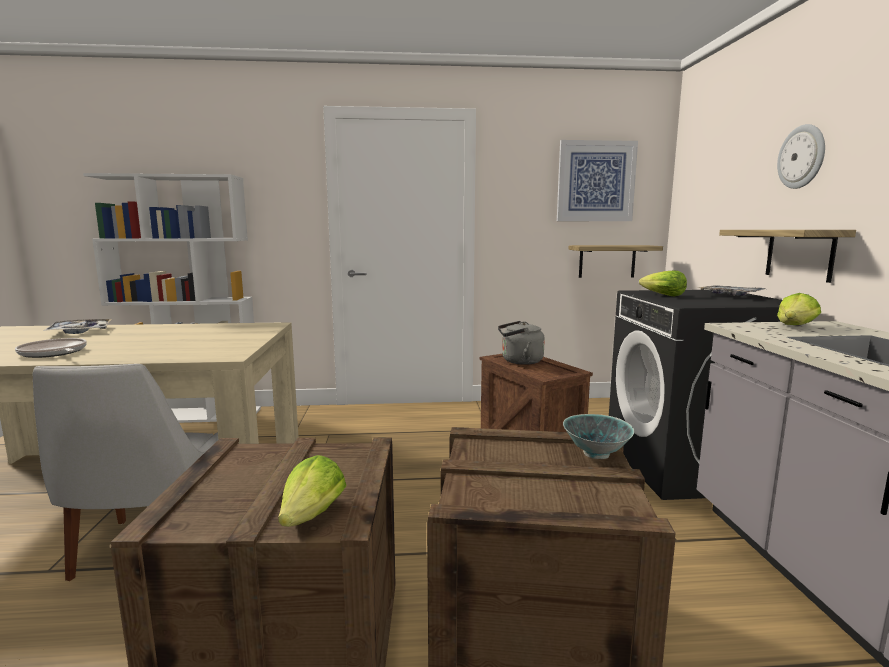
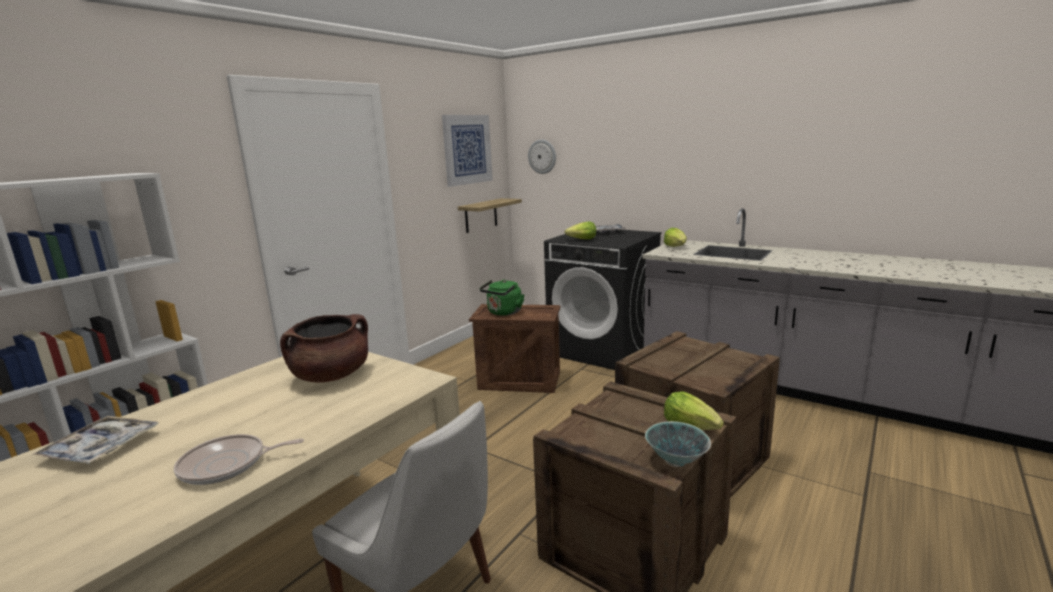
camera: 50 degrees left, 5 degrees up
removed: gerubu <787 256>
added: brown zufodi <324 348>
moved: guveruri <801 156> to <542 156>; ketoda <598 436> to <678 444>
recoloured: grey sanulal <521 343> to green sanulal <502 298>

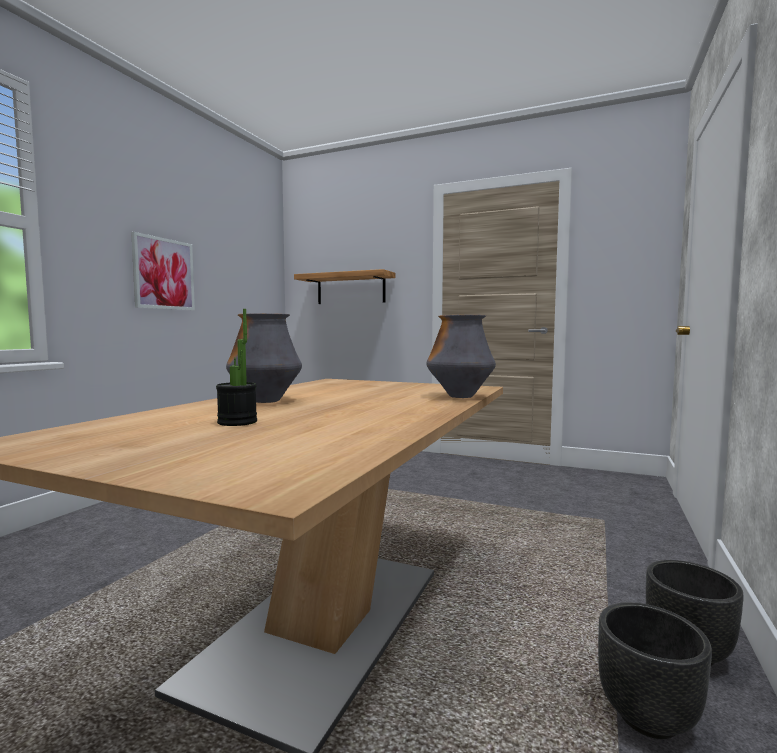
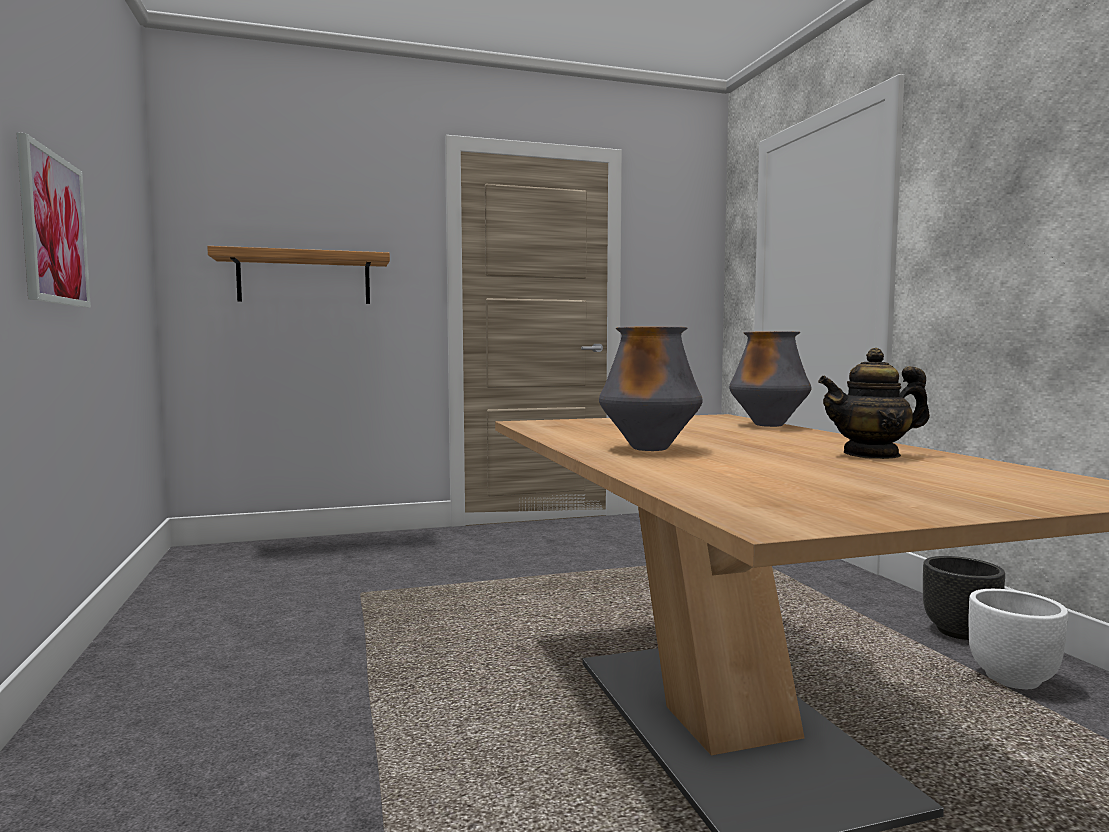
camera: 40 degrees left, 0 degrees up
removed: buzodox <236 367>
added: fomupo <874 403>
recoloured: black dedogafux <655 670> to white dedogafux <1018 639>

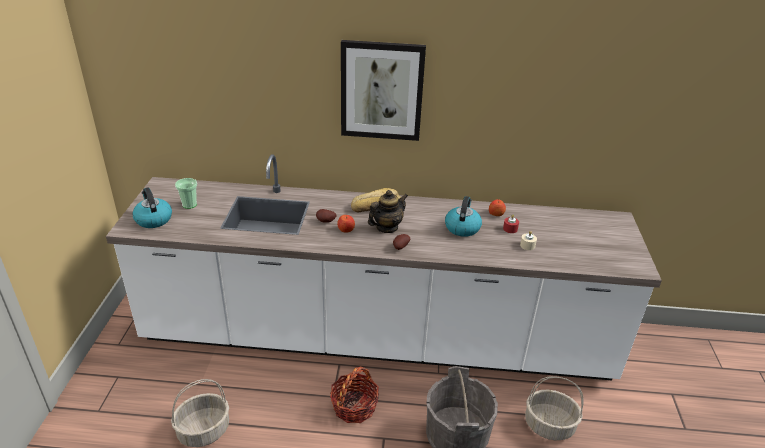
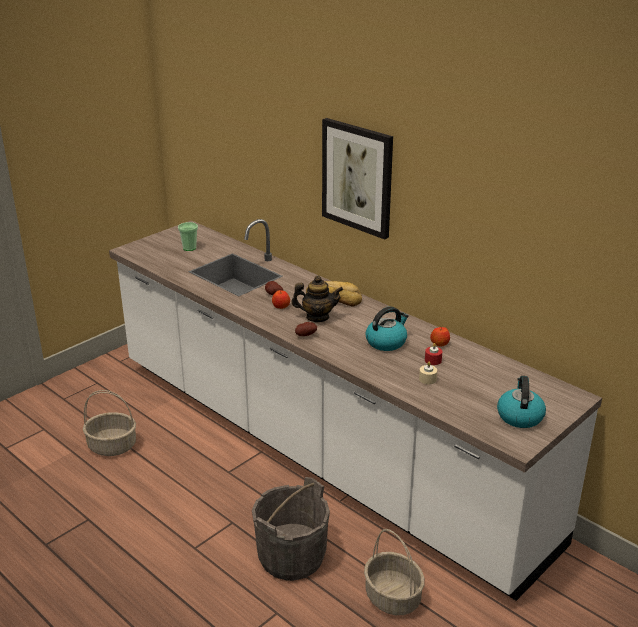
camera: 40 degrees right, 5 degrees down
removed: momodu <354 395>
moved: sanulal <152 207> to <521 402>

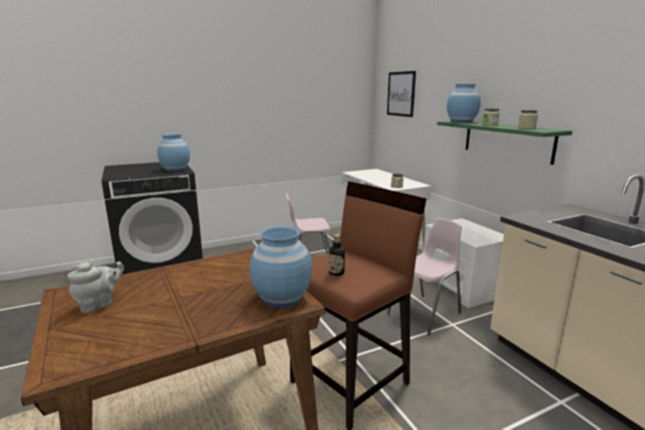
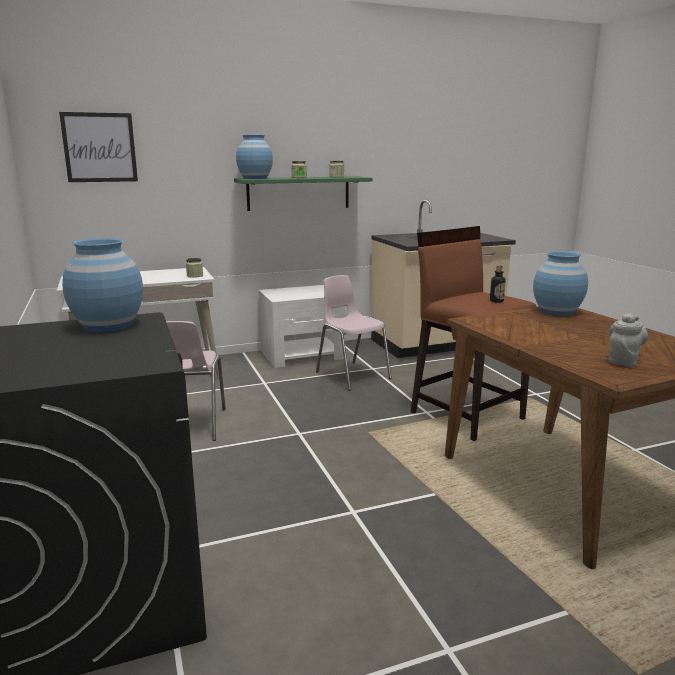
camera: 85 degrees left, 0 degrees up
turned: grey fomupo <96 287> = <628 340> 75 degrees clockwise

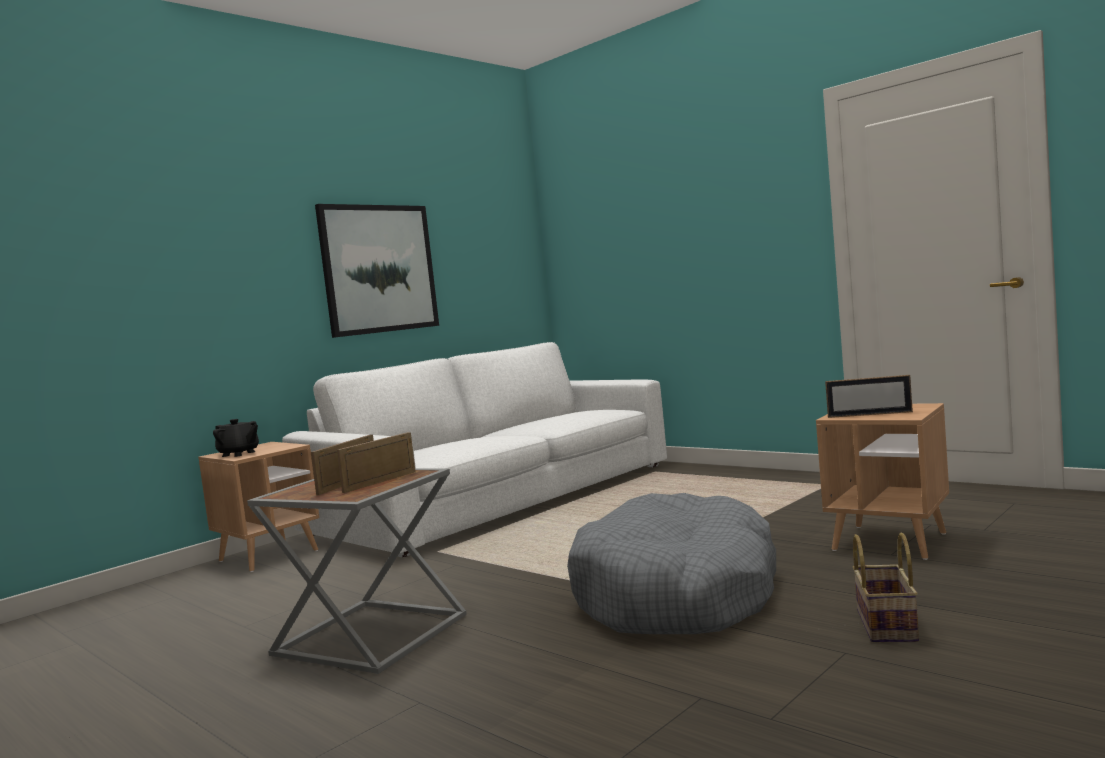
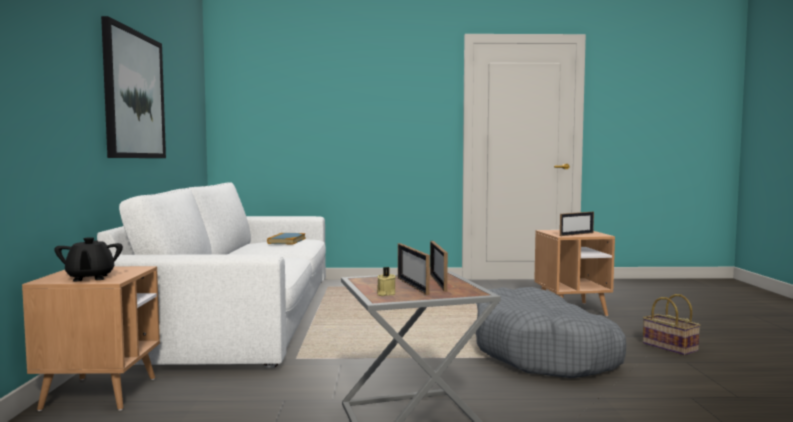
camera: 45 degrees left, 0 degrees up
added: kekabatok <286 238>; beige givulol <386 281>
turned: black fomupo <236 438> = <88 259> 90 degrees clockwise

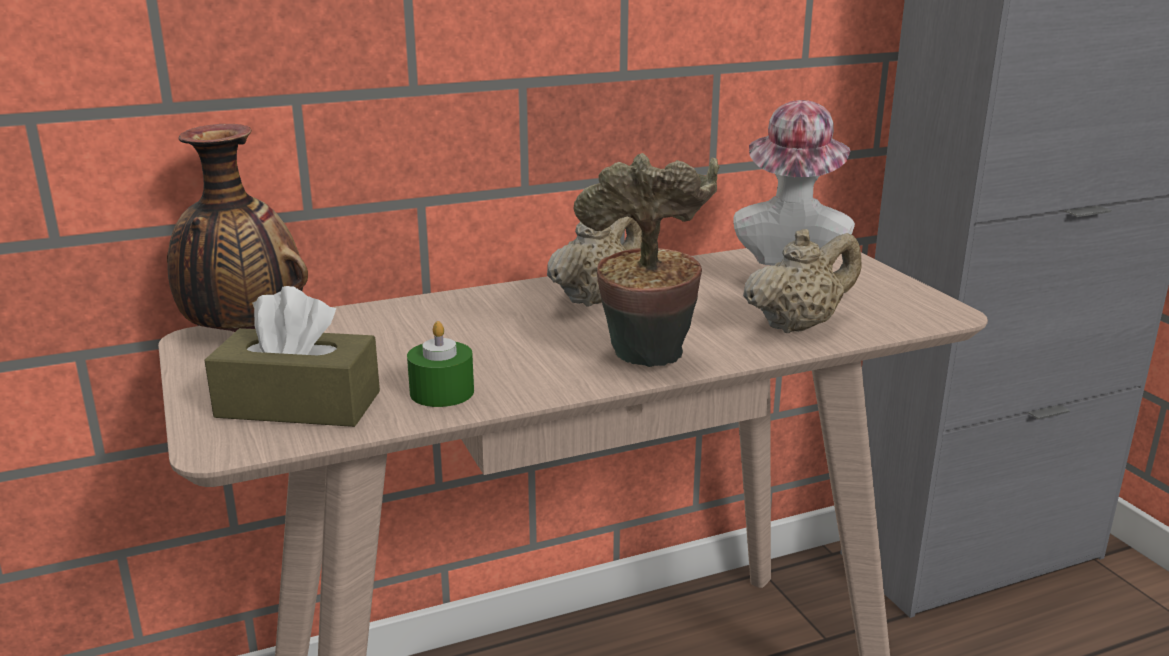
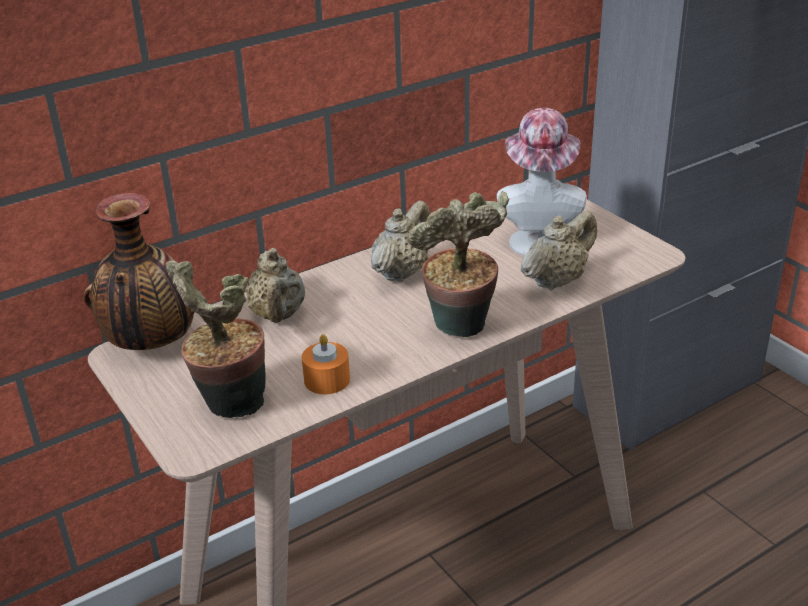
camera: 10 degrees left, 10 degrees up
added: beige fomupo <275 285>
replaced: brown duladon <292 356> to buzodox <216 339>
recoloured: green givulol <440 364> to orange givulol <326 364>

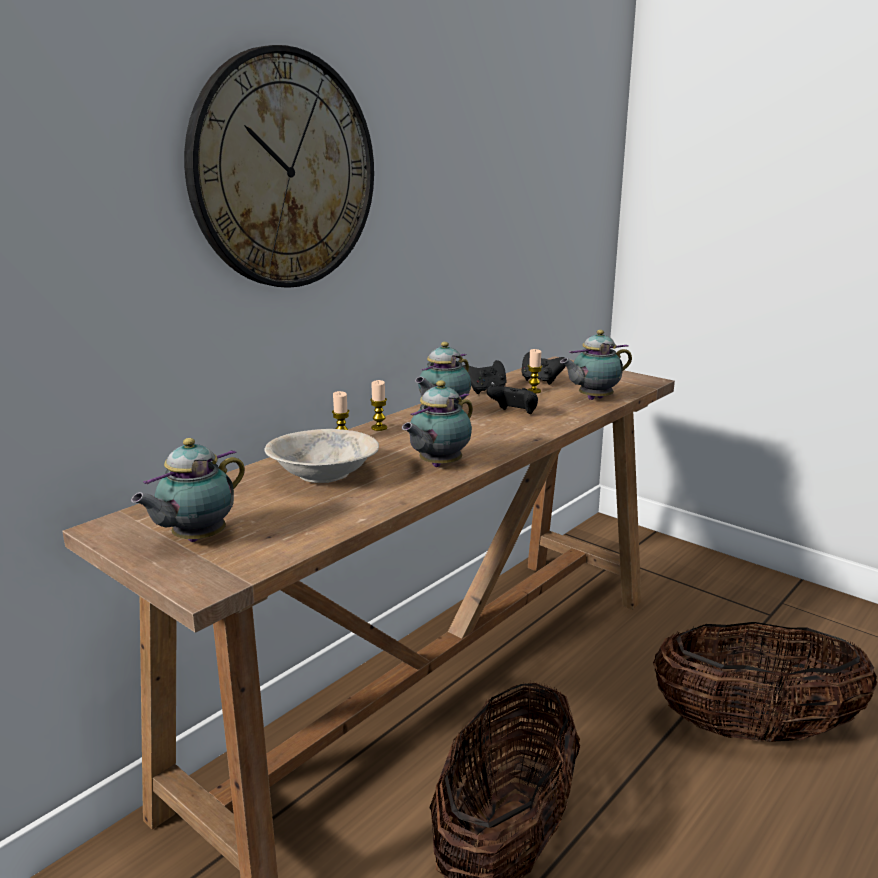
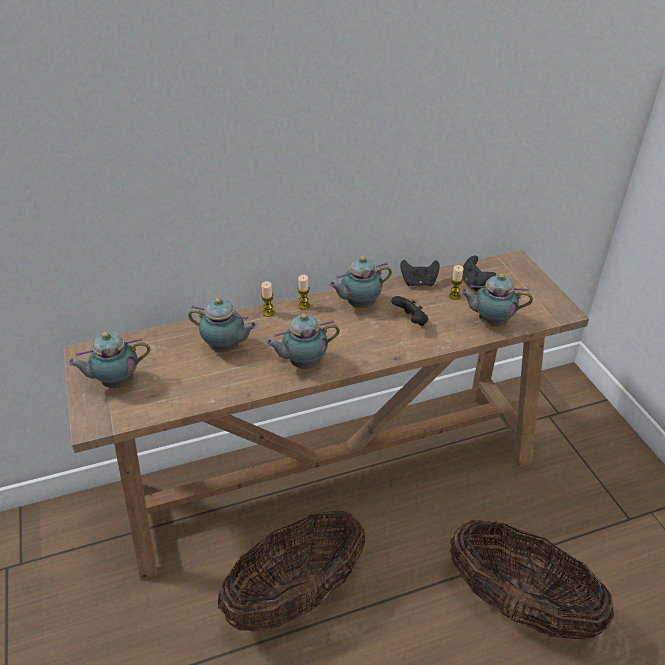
camera: 30 degrees right, 20 degrees up
removed: guveruri <279 166>
replaced: beige ketoda <322 456> to fomupo <222 325>

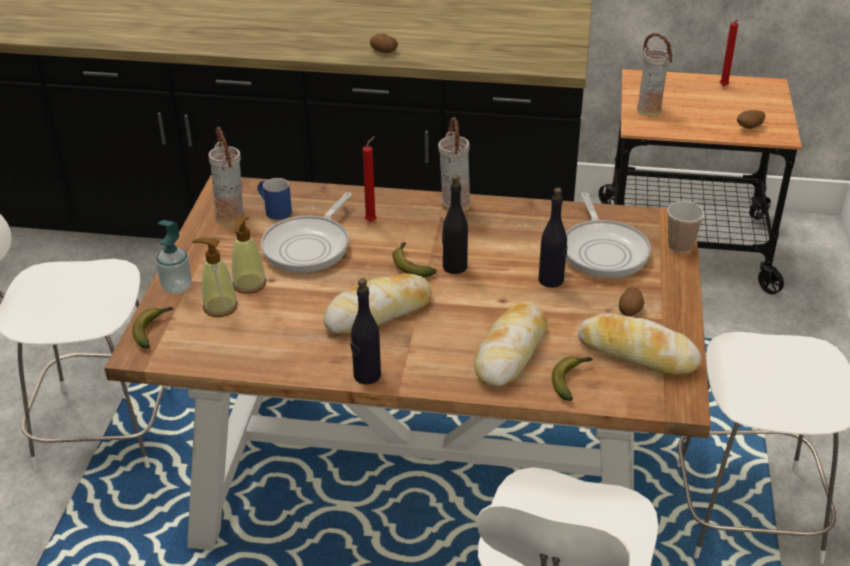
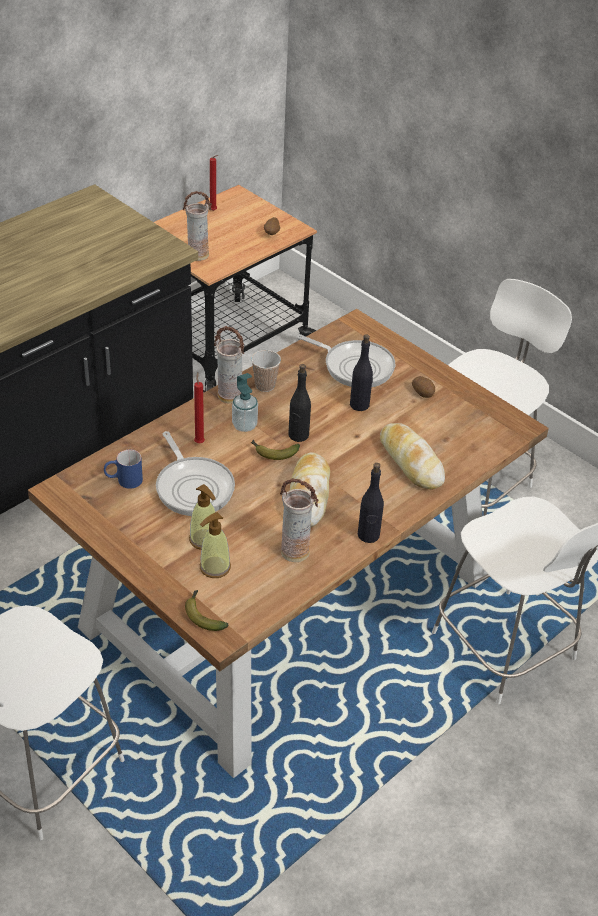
camera: 55 degrees left, 5 degrees up
removed: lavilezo <384 43>; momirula <572 378>; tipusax <639 344>
moved: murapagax <174 257> to <245 402>; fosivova <686 227> to <266 371>; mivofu <226 176> to <299 520>

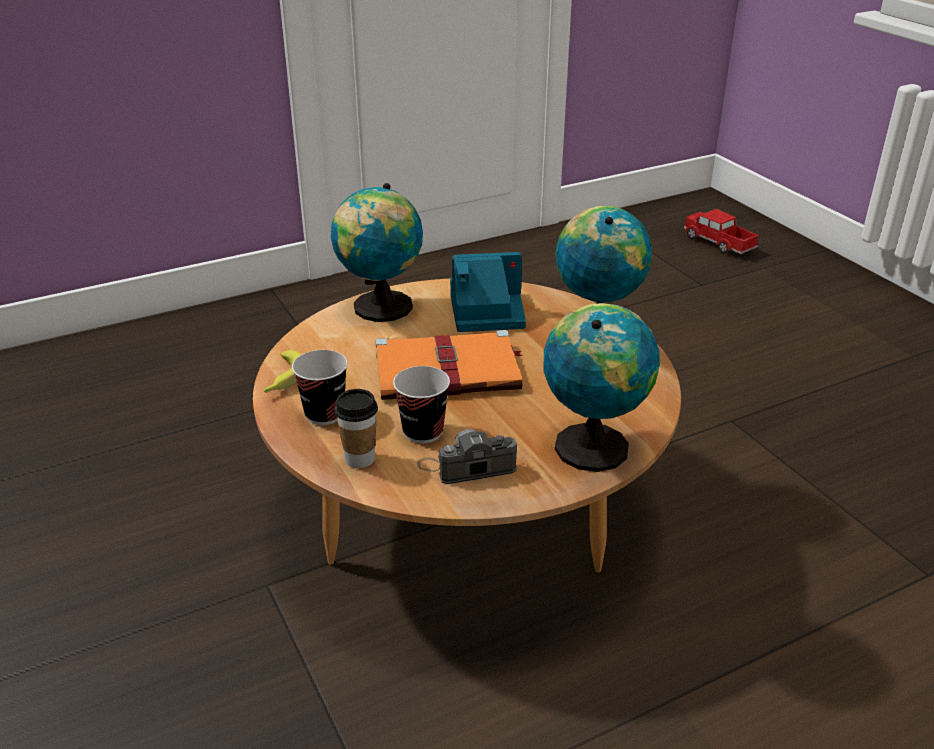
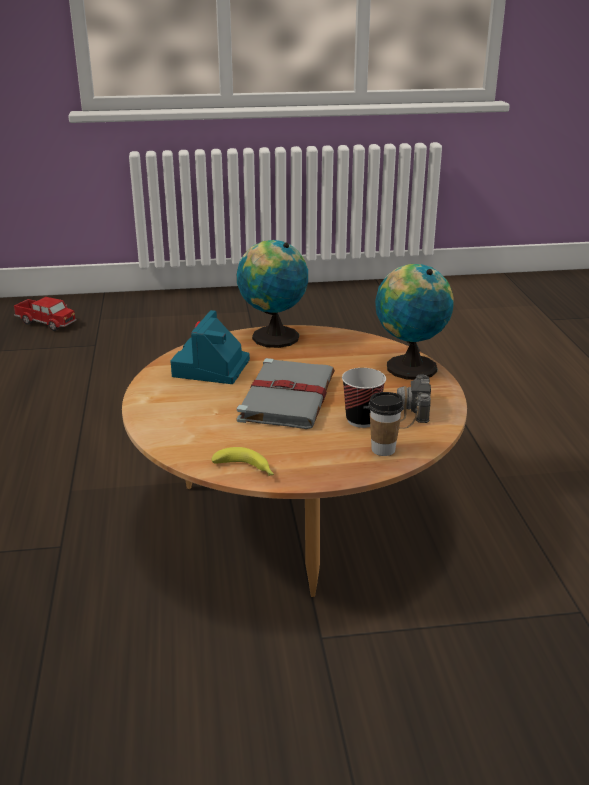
camera: 70 degrees left, 5 degrees down
removed: fosivova <320 387>; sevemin <377 252>
recoloured: orange kekabatok <449 365> to grey kekabatok <286 393>
turned: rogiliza <721 231> = <45 314> 135 degrees counterclockwise

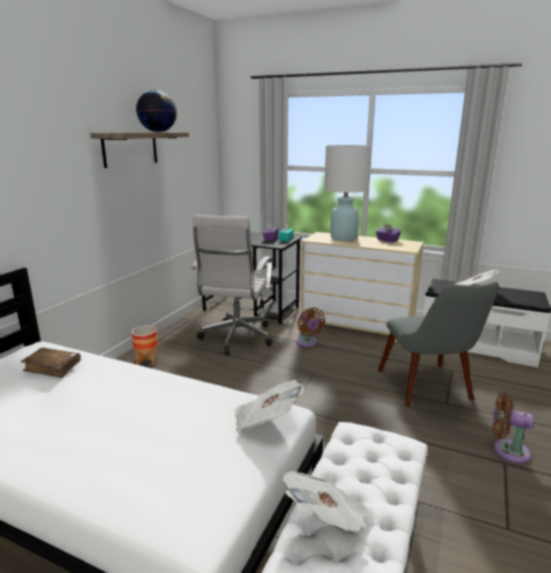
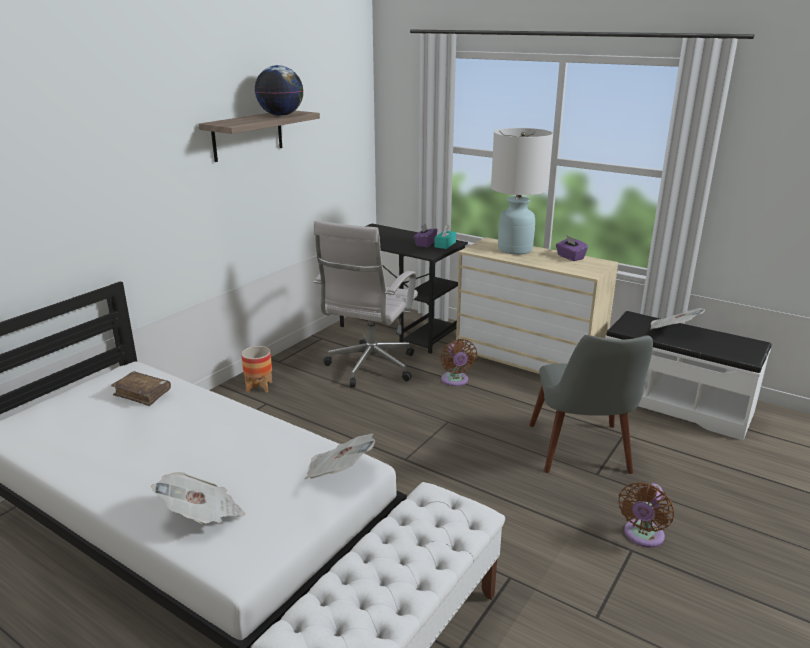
camera: 10 degrees right, 5 degrees up
moved: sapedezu <328 502> to <198 498>
turned: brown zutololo <513 428> = <646 515> 90 degrees counterclockwise

